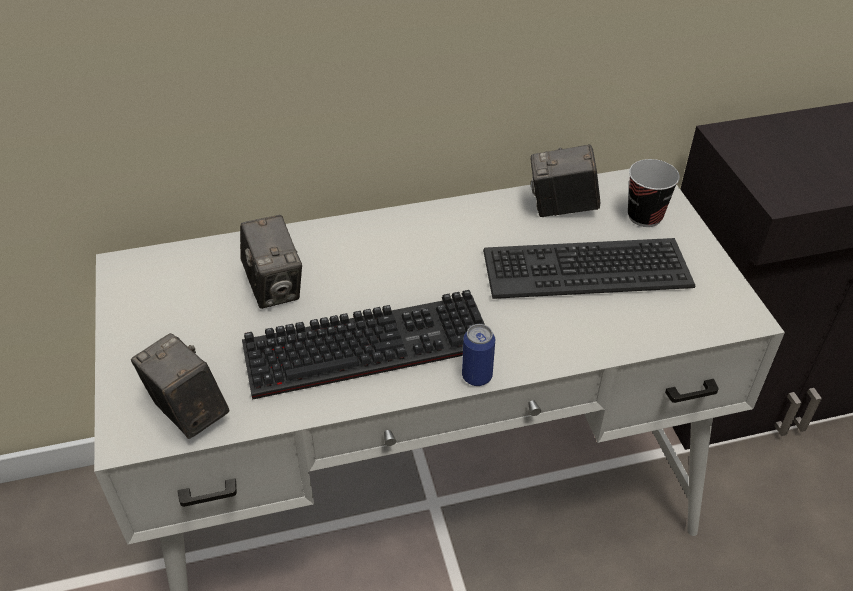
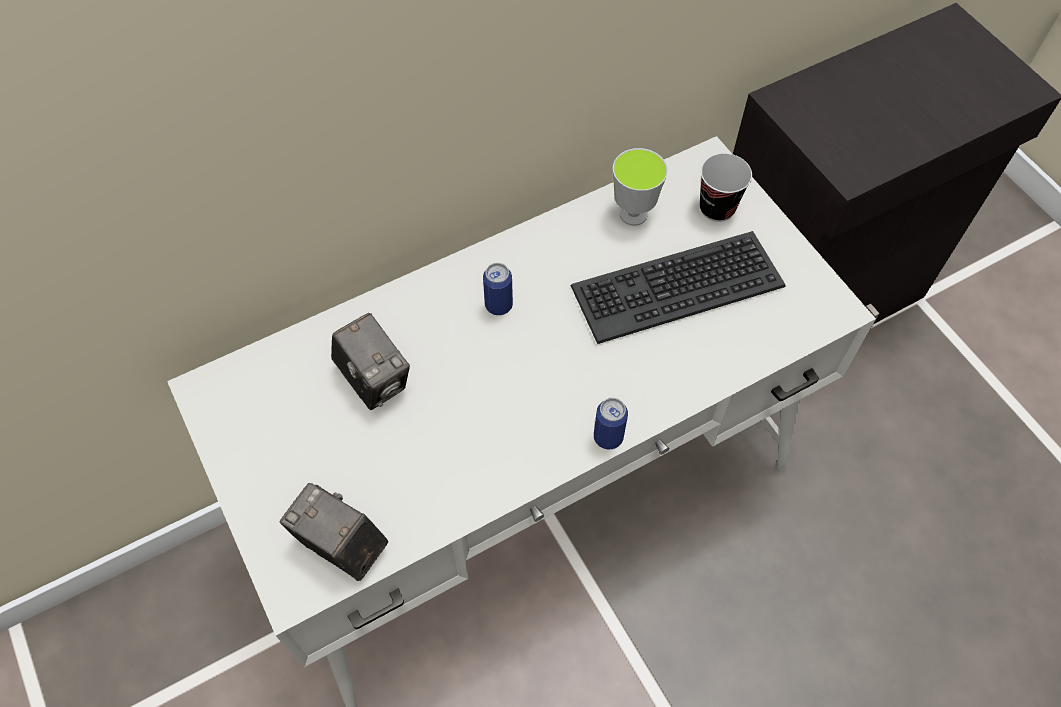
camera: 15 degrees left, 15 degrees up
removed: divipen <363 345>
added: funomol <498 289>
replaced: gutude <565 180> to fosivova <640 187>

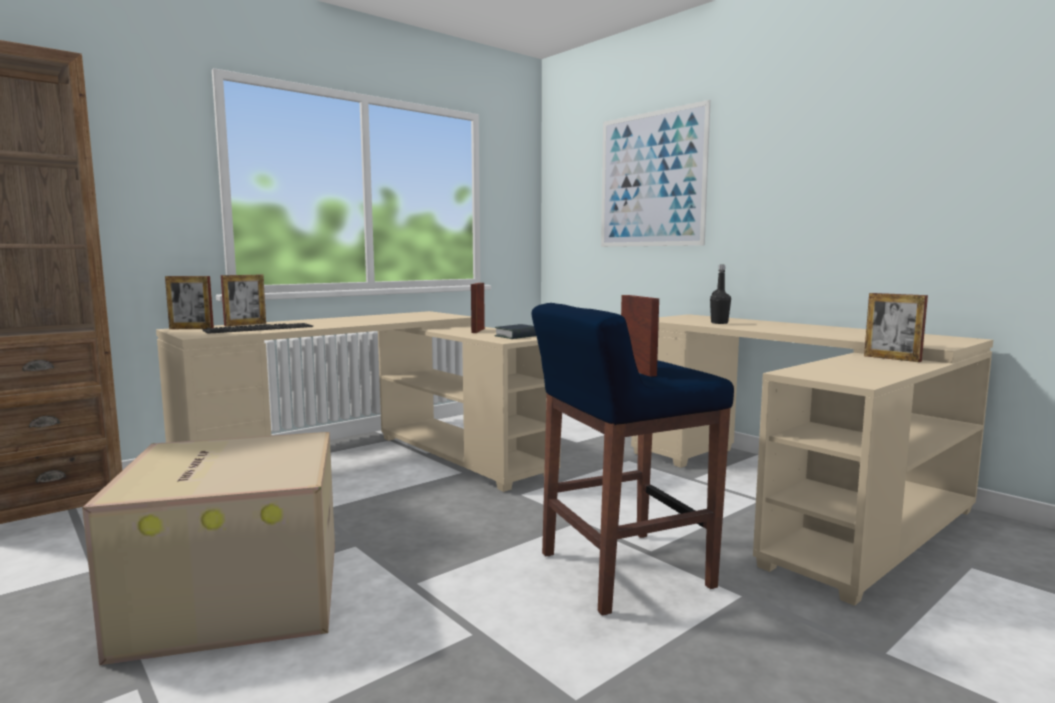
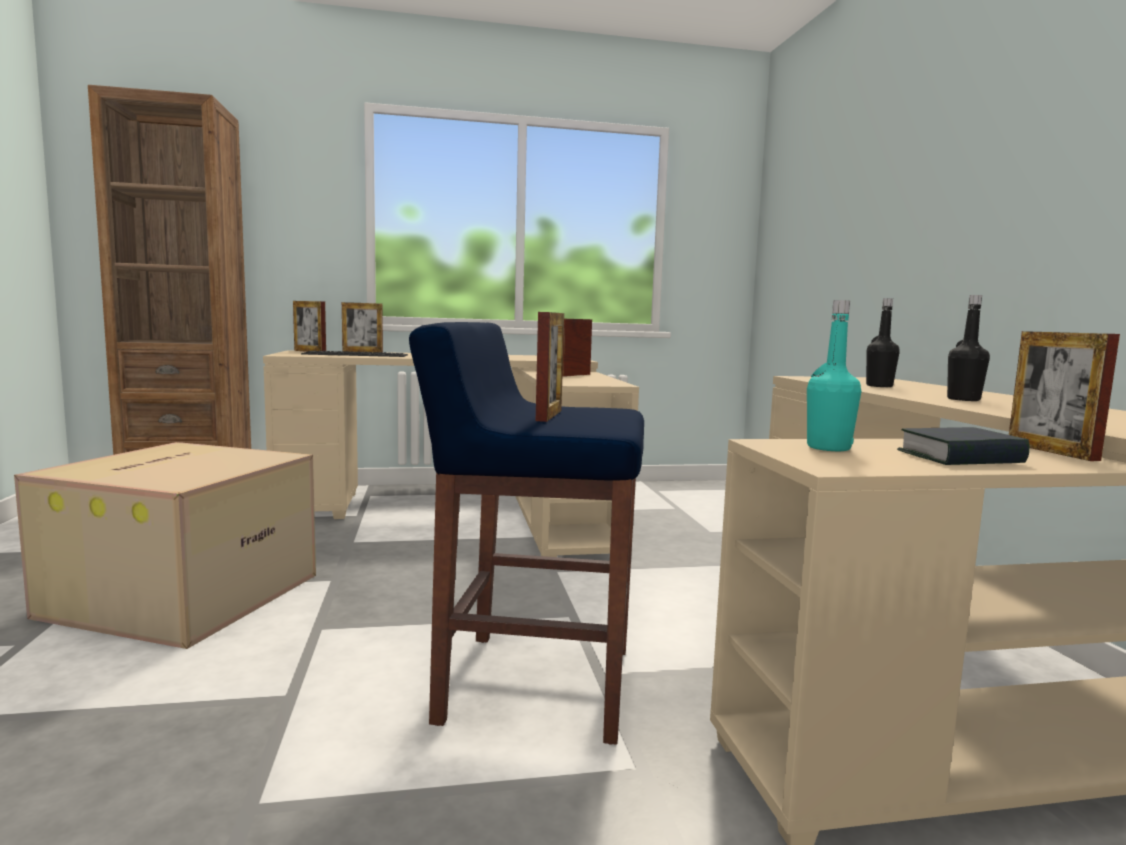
camera: 30 degrees right, 0 degrees up
removed: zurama <656 173>
added: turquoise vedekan <834 375>; black vedekan <968 348>
moved: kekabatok <515 331> to <963 446>

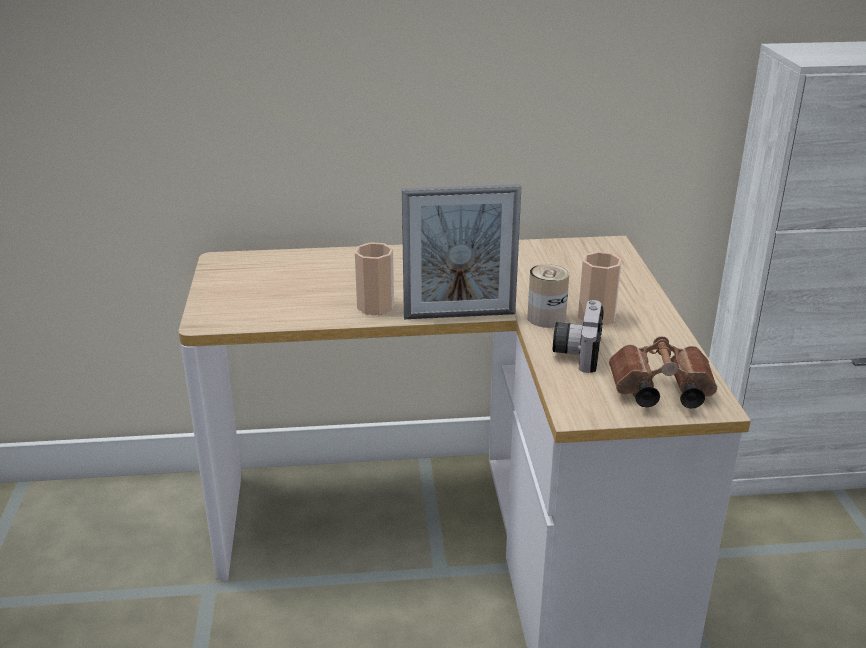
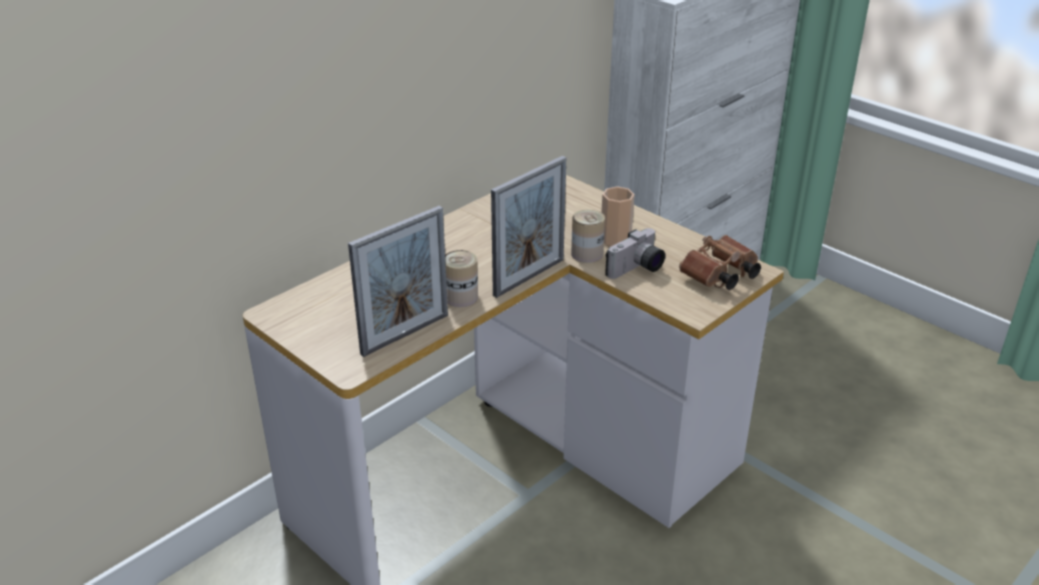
camera: 40 degrees left, 5 degrees up
added: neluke <398 281>
replaced: fosivova <374 278> to funomol <461 278>
turned: gutude <578 336> = <635 253> 105 degrees counterclockwise

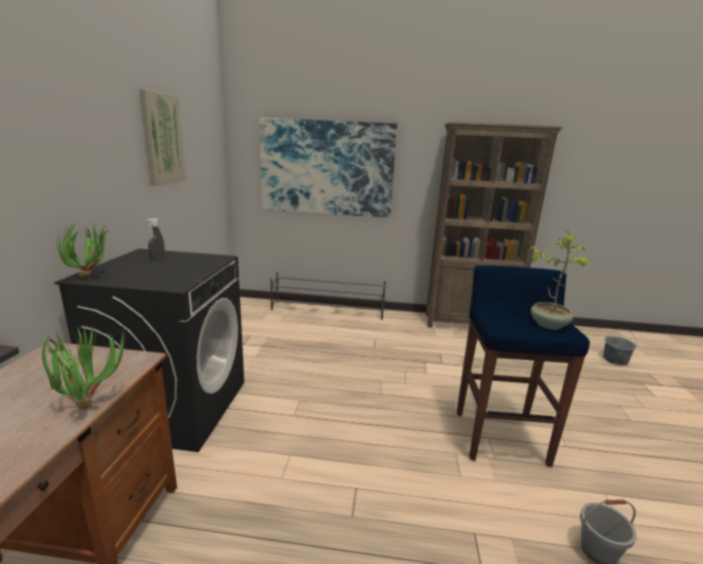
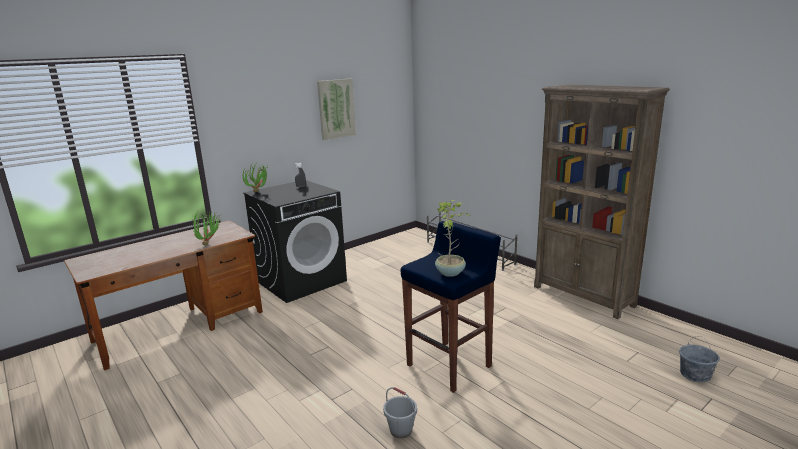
camera: 45 degrees right, 0 degrees up
removed: zurama <328 168>

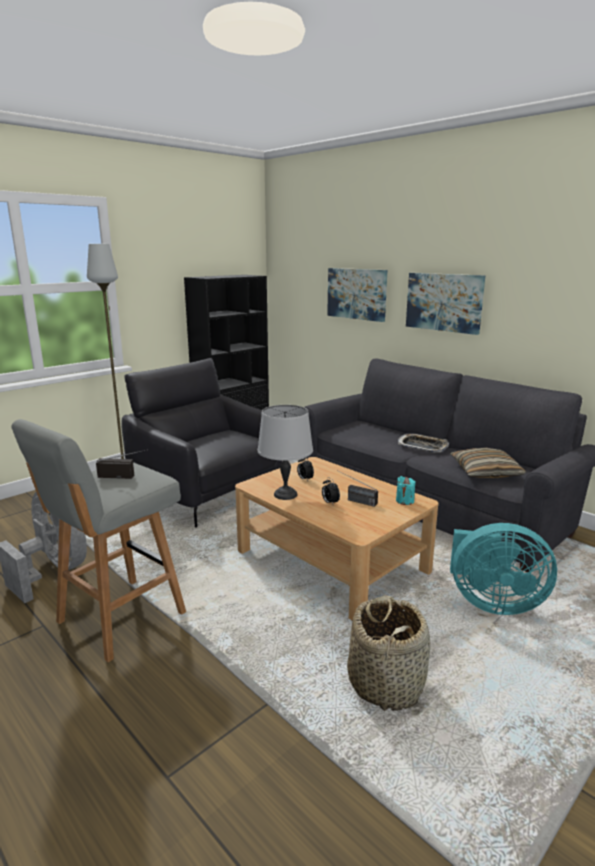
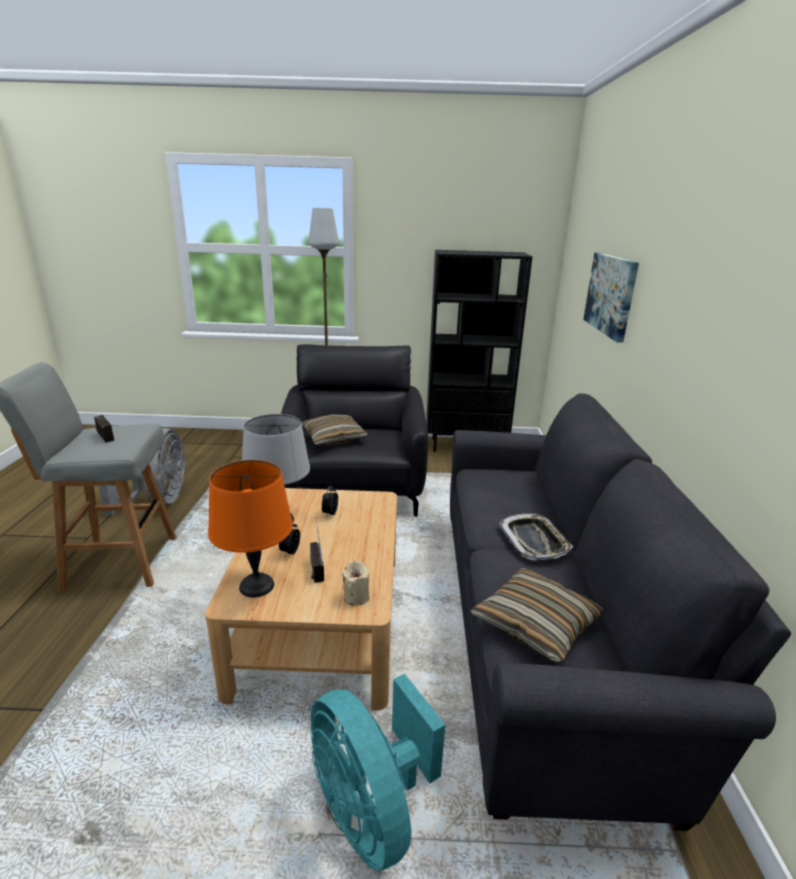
camera: 45 degrees right, 5 degrees up
removed: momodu <388 653>; zurama <445 304>
added: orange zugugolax <250 528>; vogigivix <335 429>
recoloured: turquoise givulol <406 490> to beige givulol <355 583>

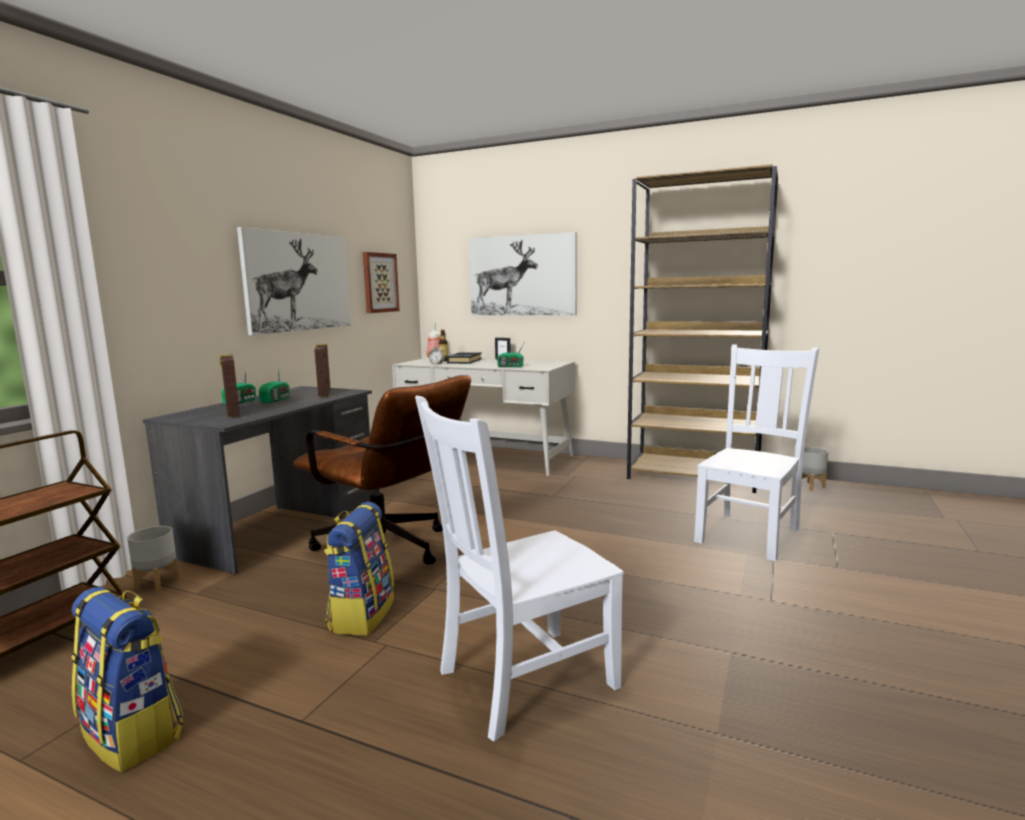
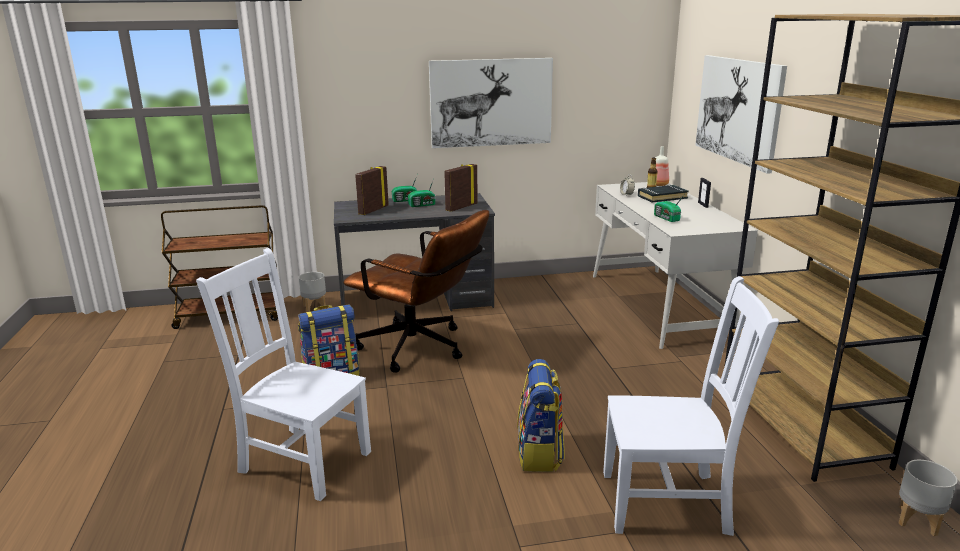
camera: 55 degrees right, 10 degrees up
removed: zurama <381 282>
moved: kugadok <127 679> to <541 415>
turned: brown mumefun <382 470> = <416 291> 60 degrees counterclockwise

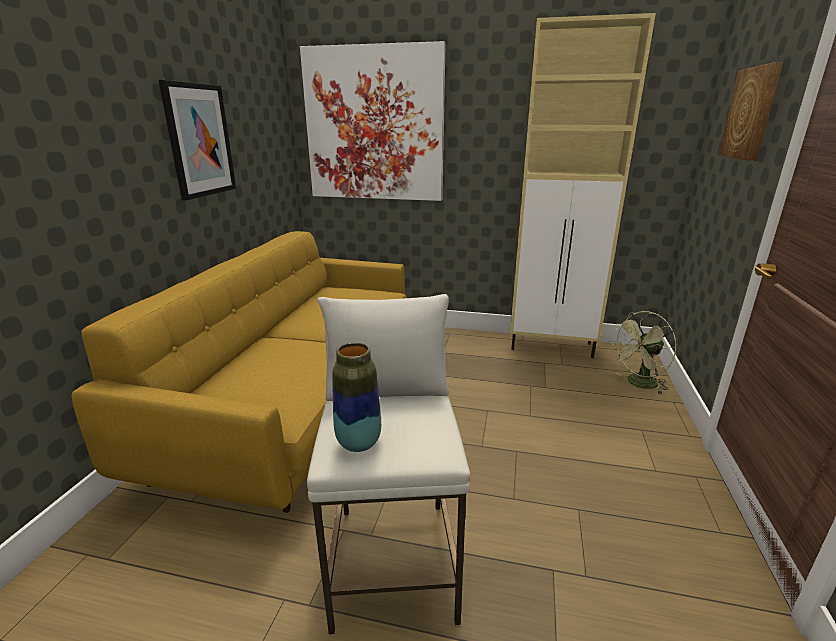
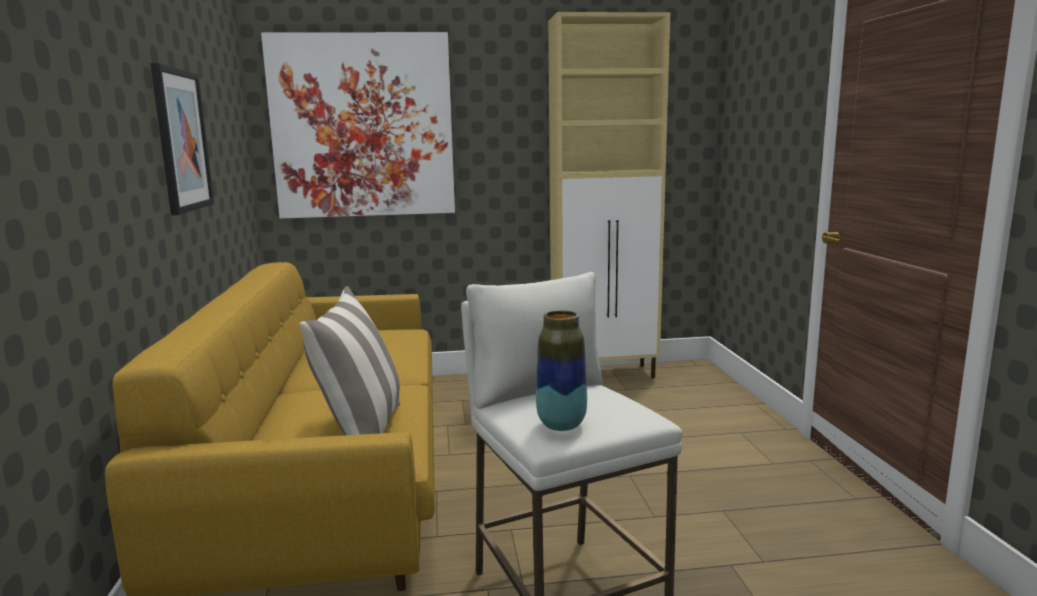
camera: 20 degrees left, 10 degrees down
removed: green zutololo <643 353>; zurama <751 111>
added: vogigivix <349 360>

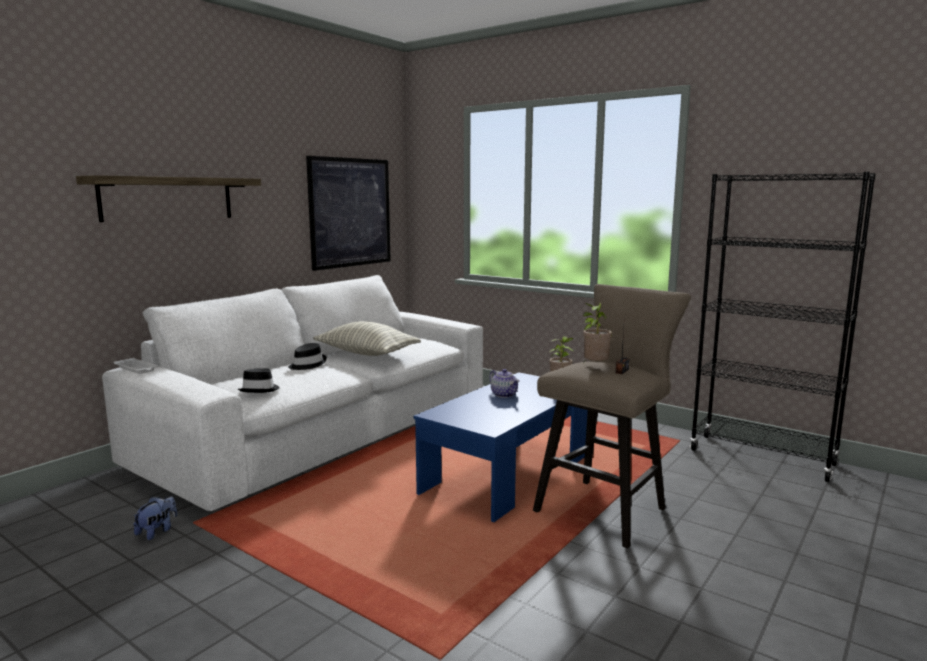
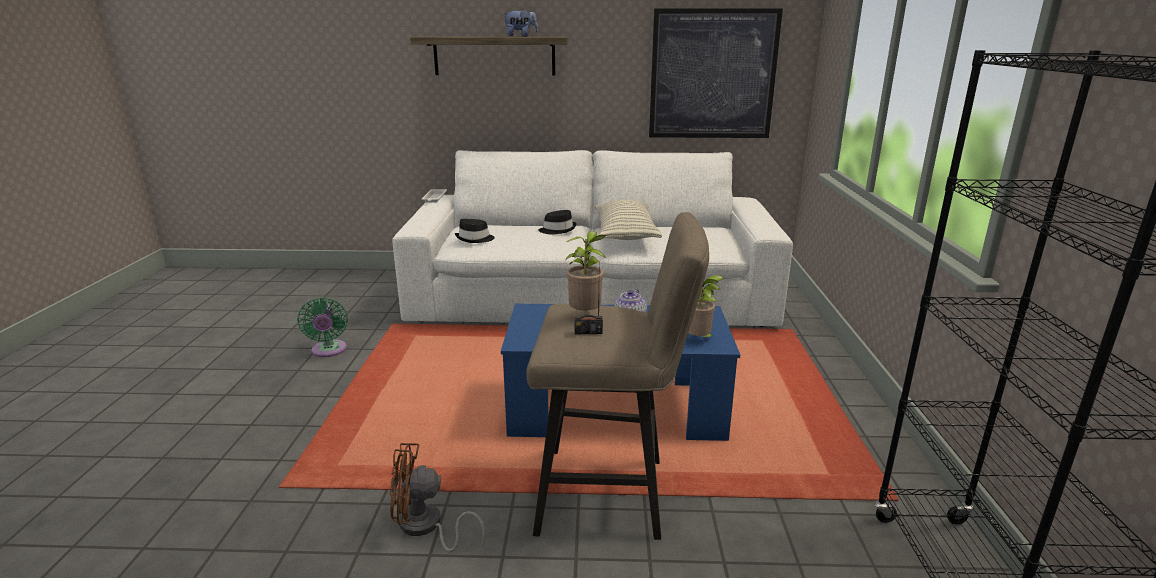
camera: 55 degrees right, 10 degrees up
added: green zutololo <322 327>; brown zutololo <438 497>
moved: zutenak <155 518> to <520 23>

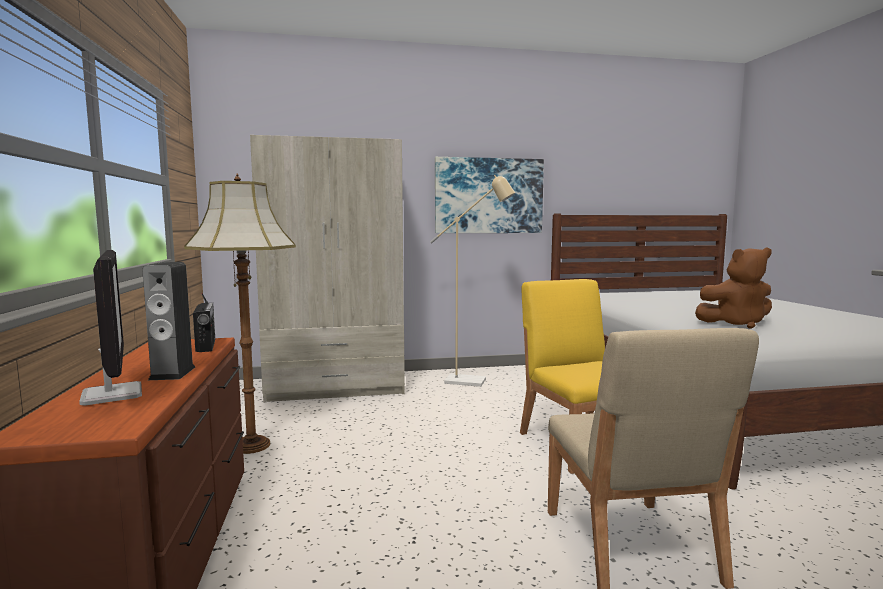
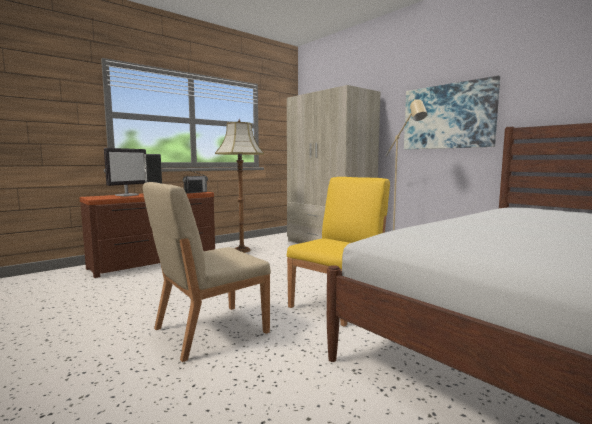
camera: 60 degrees right, 0 degrees up
removed: brown zutenak <733 288>

